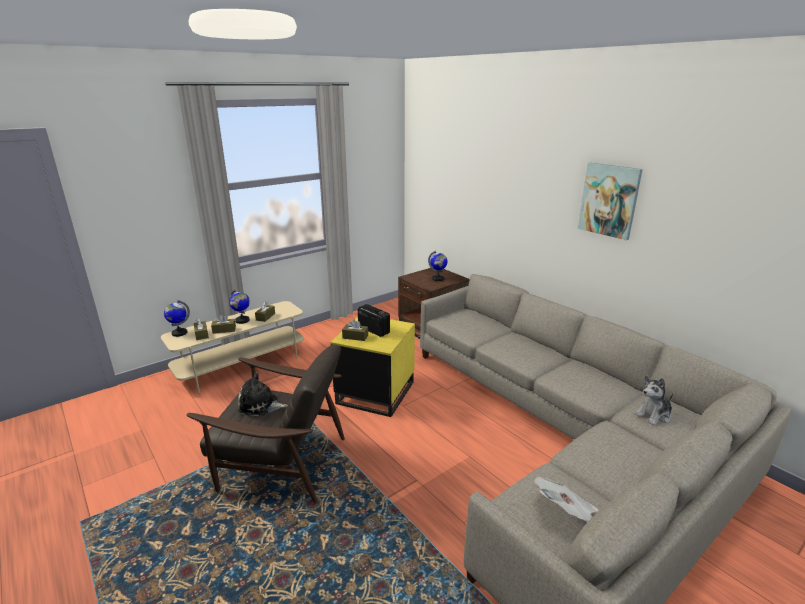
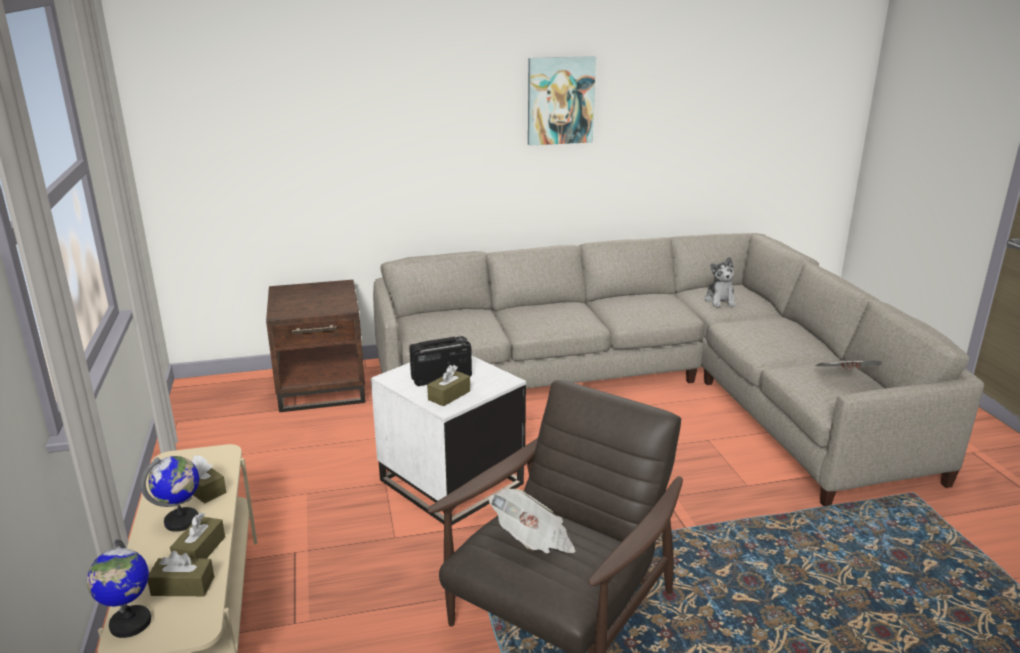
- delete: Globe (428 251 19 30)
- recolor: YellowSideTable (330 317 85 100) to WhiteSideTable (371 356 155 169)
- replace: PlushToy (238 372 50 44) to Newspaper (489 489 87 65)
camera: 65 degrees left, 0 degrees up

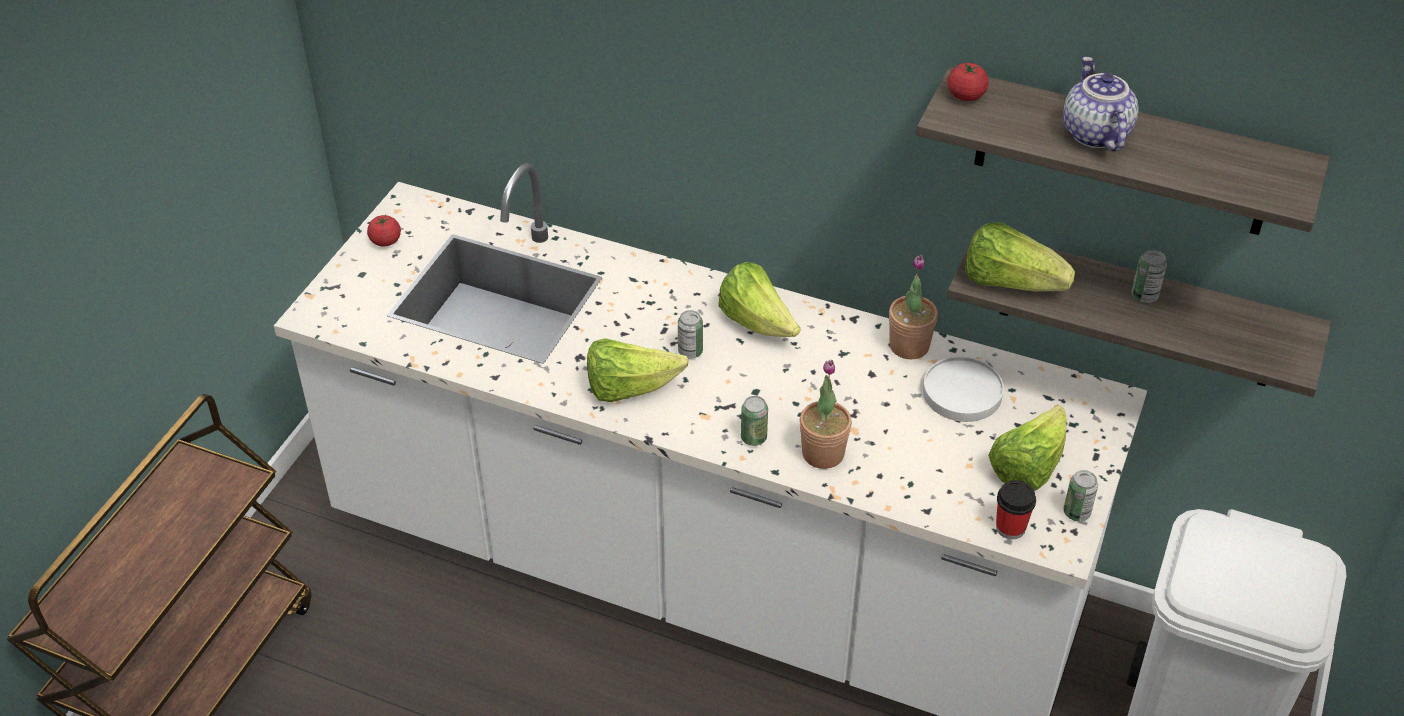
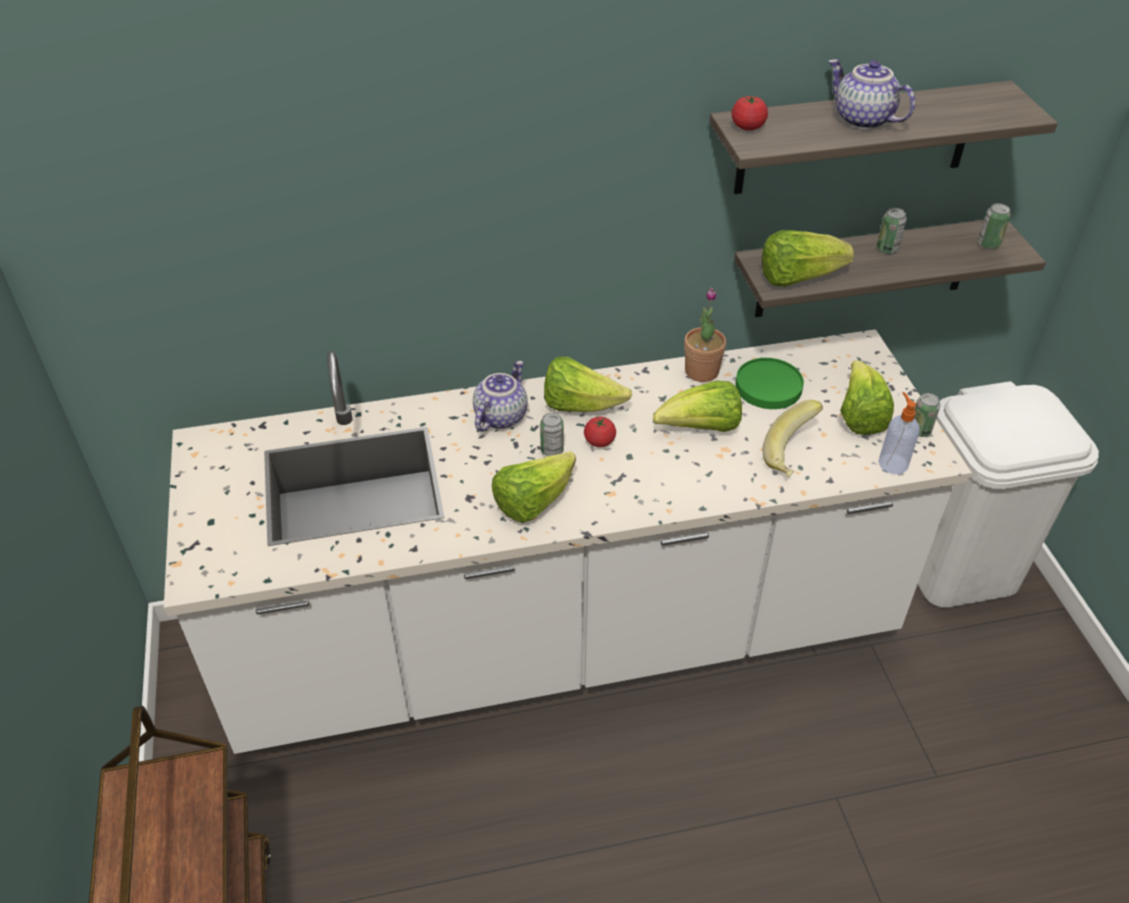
- move: Tomato (367 214 34 33) to (584 417 32 30)
- recolor: WhitePlate (923 357 81 65) to GreenPlate (735 358 69 51)
- delete: PottedPlant (800 360 52 109)
- move: Can (741 396 27 50) to (978 203 33 46)
- replace: Cup (996 480 40 59) to SoapDispenser (878 392 42 82)
- insert: Teapot (473 361 55 70)
- insert: Lettuce (653 381 89 51)
- insert: Banana (763 400 60 77)
camera: 35 degrees left, 0 degrees up

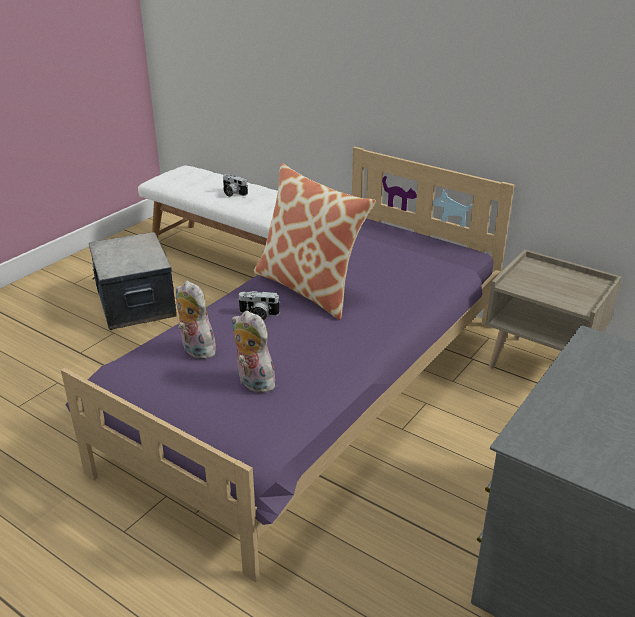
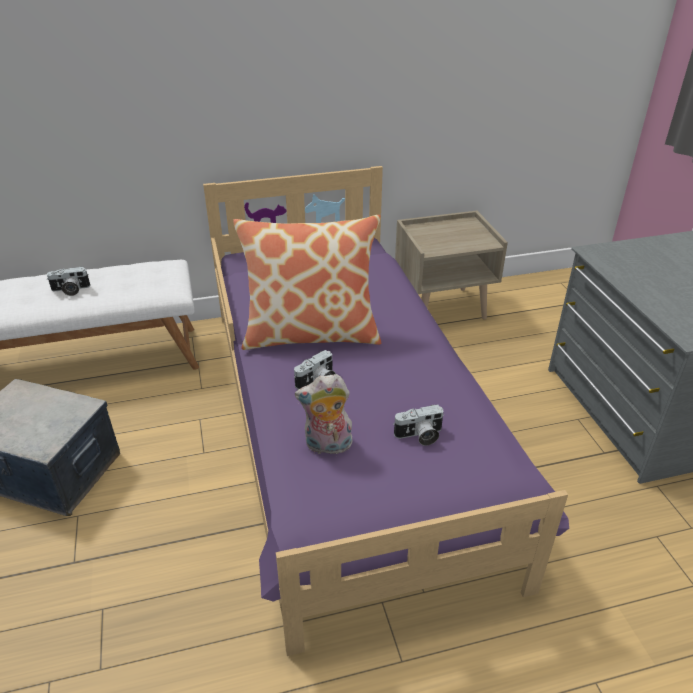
- replace: PlushToy (232 311 45 82) to PhotoCamera (393 405 51 41)
camera: 50 degrees left, 5 degrees up

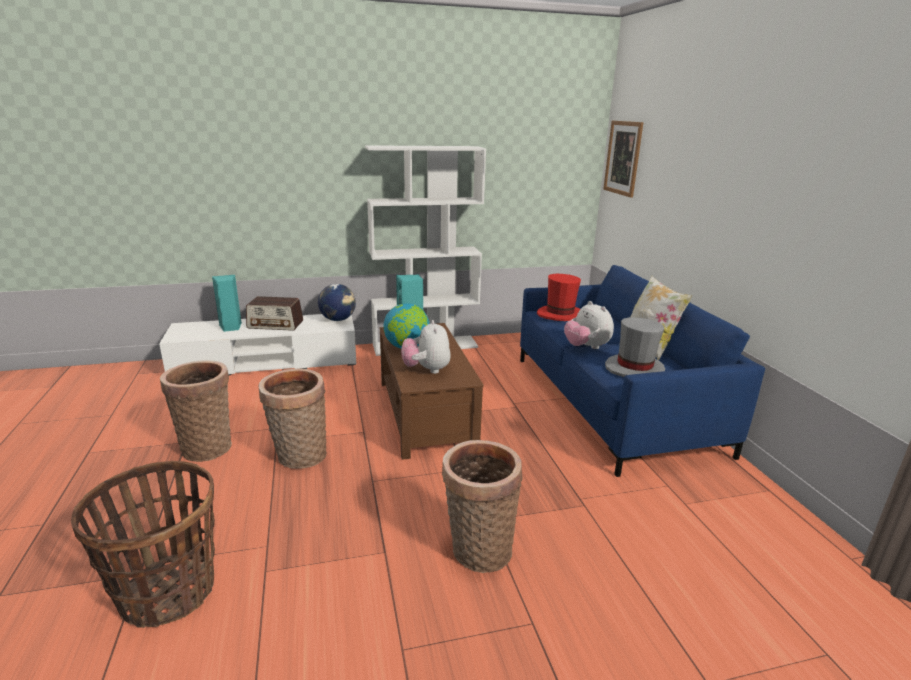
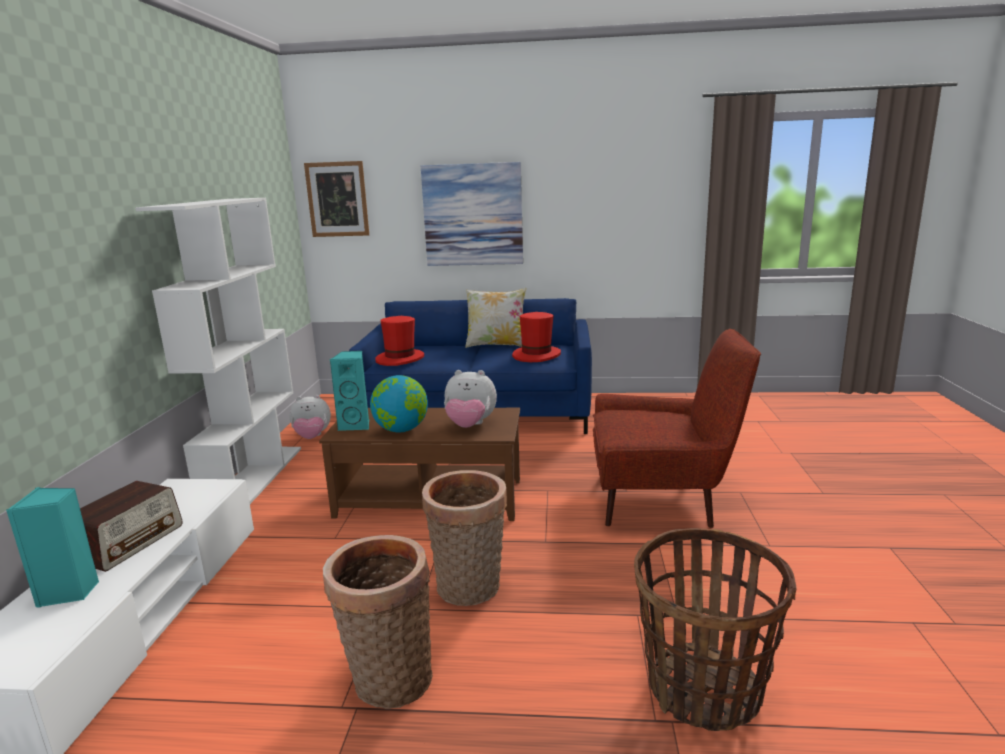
- delete: Globe (318 284 38 37)
- move: PlushToy (564 301 50 48) to (289 395 42 44)
- recolor: GreyHat (605 317 60 60) to RedHat (512 312 49 50)
- replace: Basket (442 440 81 133) to RedArmchair (593 329 168 199)
- insert: Picture (421 162 102 104)
camera: 70 degrees left, 5 degrees down

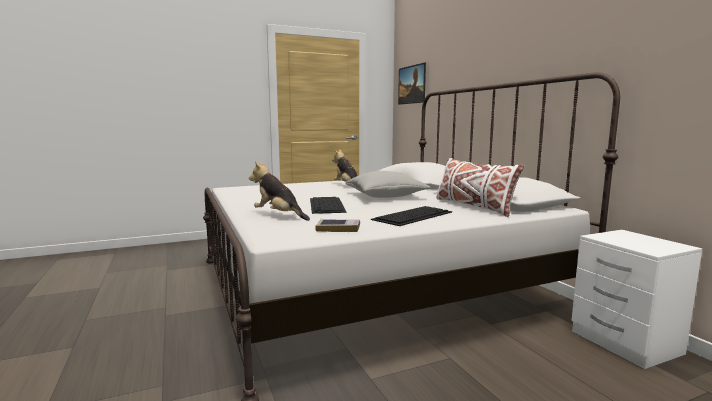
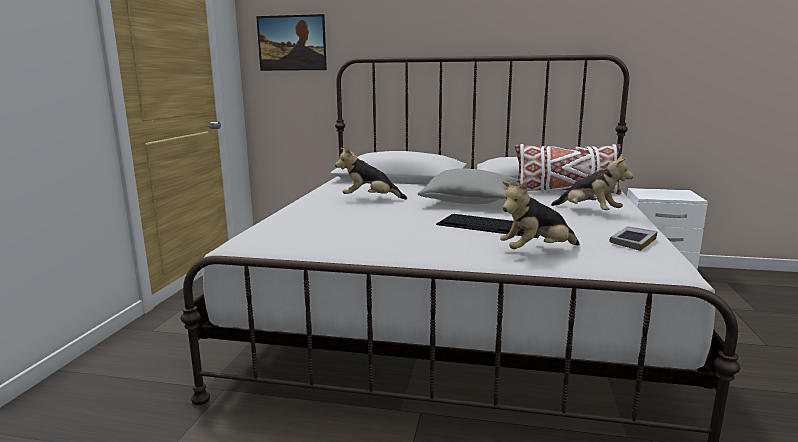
- replace: Keyboard (371 206 81 20) to PlushToy (551 154 82 56)
camera: 55 degrees left, 5 degrees up

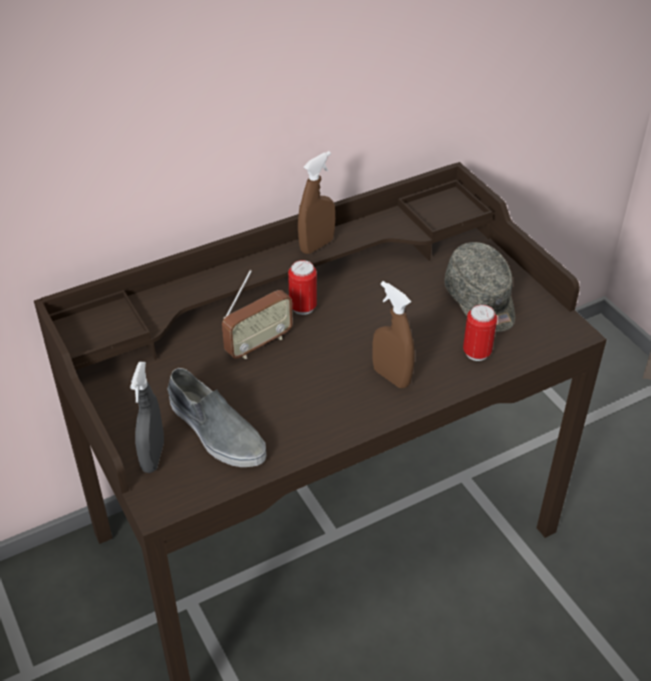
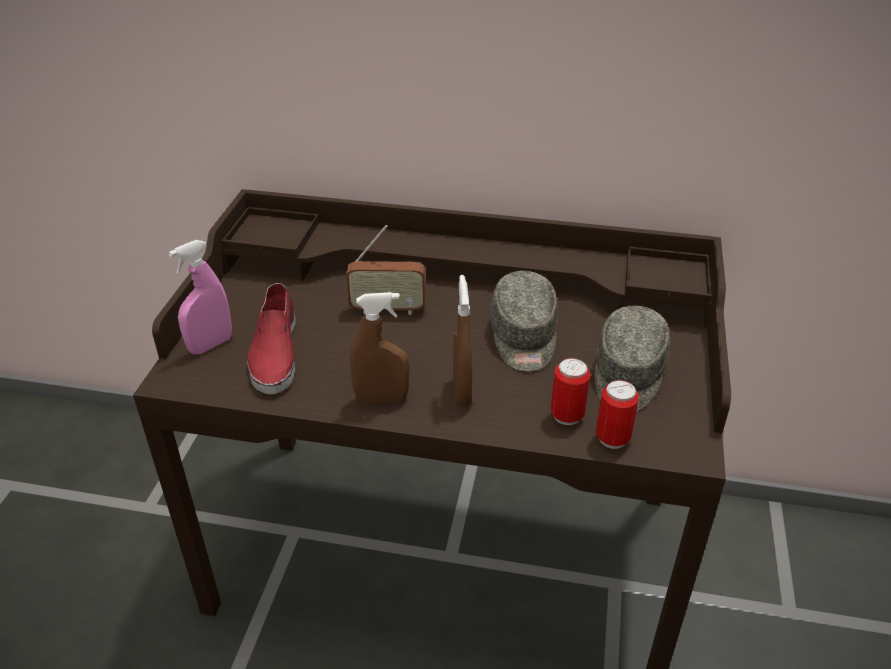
- move: BrownSprayBottle (298 151 37 103) to (350 292 60 112)
- move: Can (288 260 29 55) to (596 380 43 69)
- recolor: GreySprayBottle (130 361 34 112) to PinkSprayBottle (169 240 63 115)
- recolor: GreyShoe (167 368 99 99) to RedShoe (247 283 49 111)
- insert: GreyCap (490 271 67 101)
camera: 40 degrees right, 5 degrees down

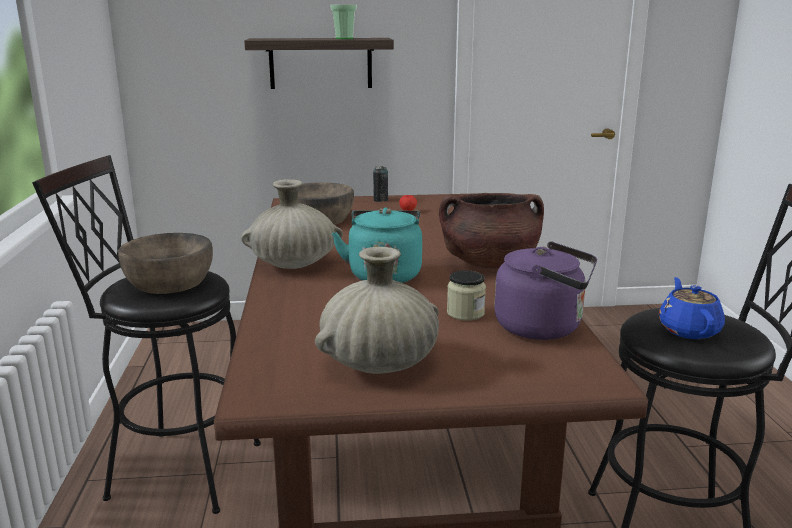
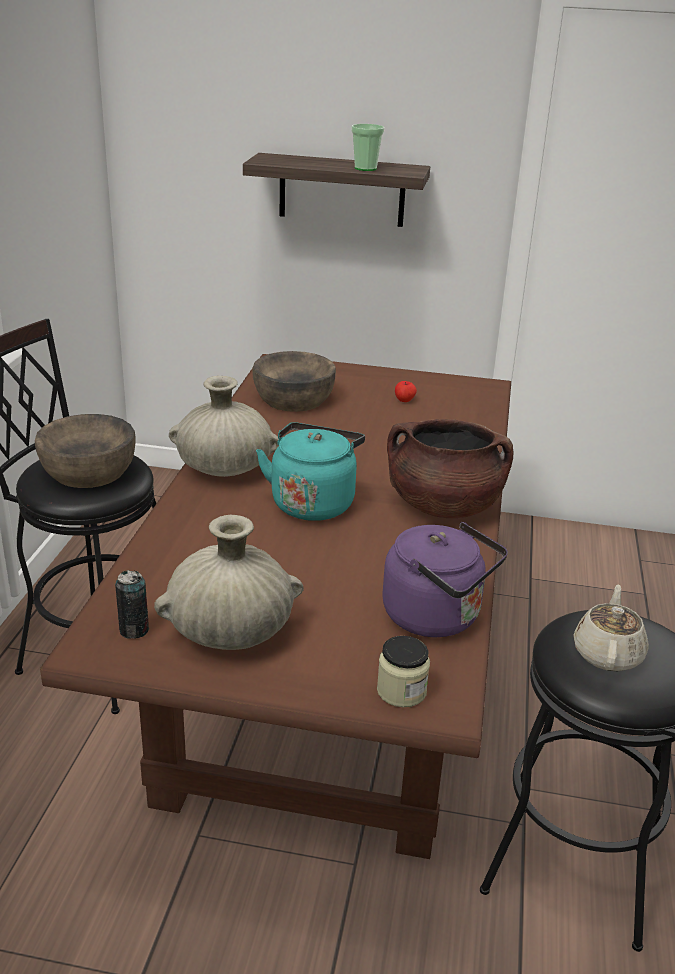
- move: Can (373 166 15 36) to (115 570 34 69)
- move: Jar (447 270 39 51) to (377 636 53 71)
- recolor: BlueTeapot (659 277 66 62) to BeigeTeapot (574 584 75 88)
camera: 15 degrees right, 10 degrees up

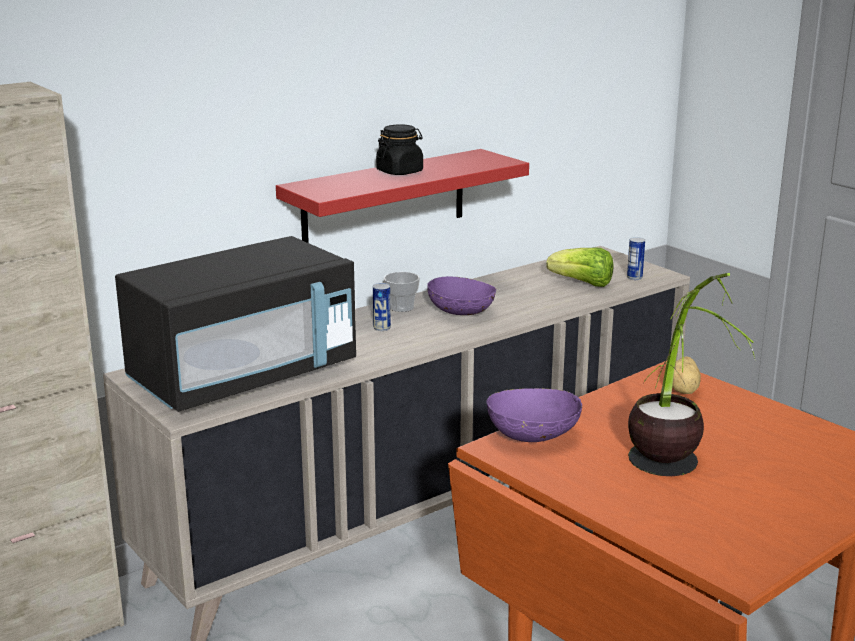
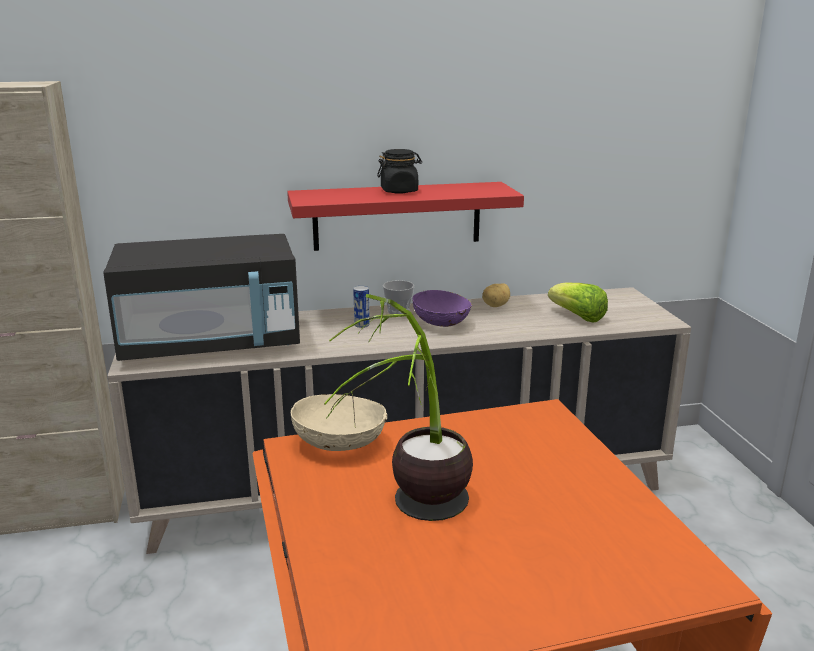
- delete: Can (627 237 18 43)
- move: Potato (672 356 29 38) to (482 283 28 24)
- recolor: PurpleBowl (486 388 96 54) to BeigeBowl (291 394 96 57)
camera: 25 degrees right, 0 degrees up

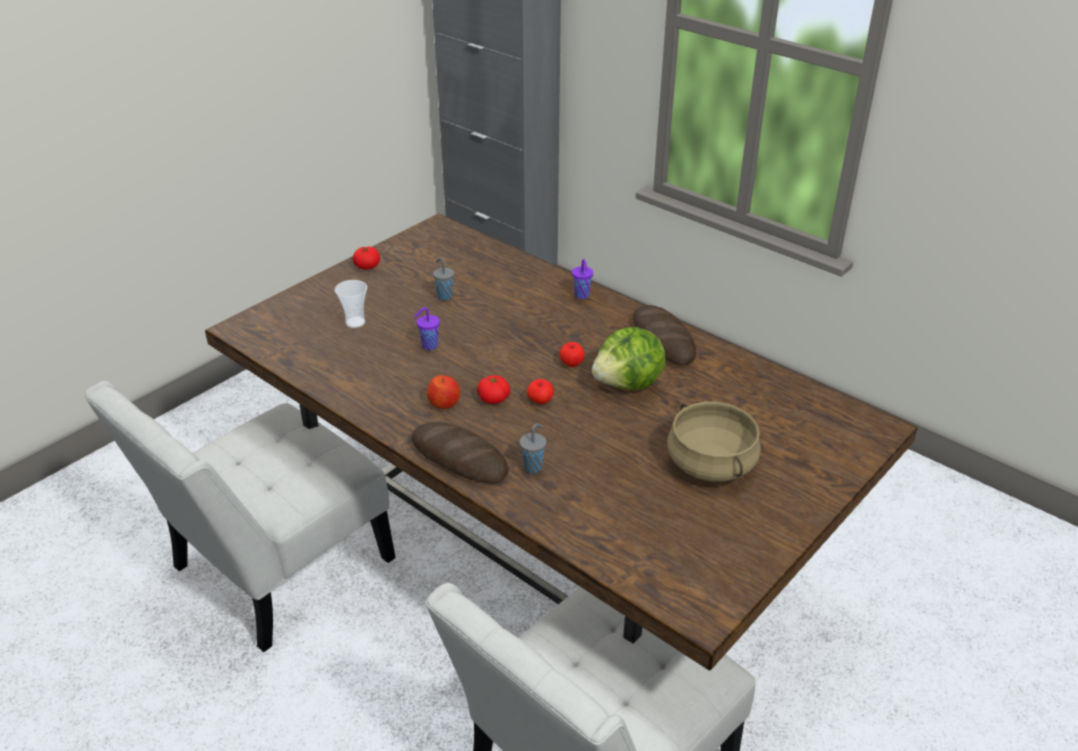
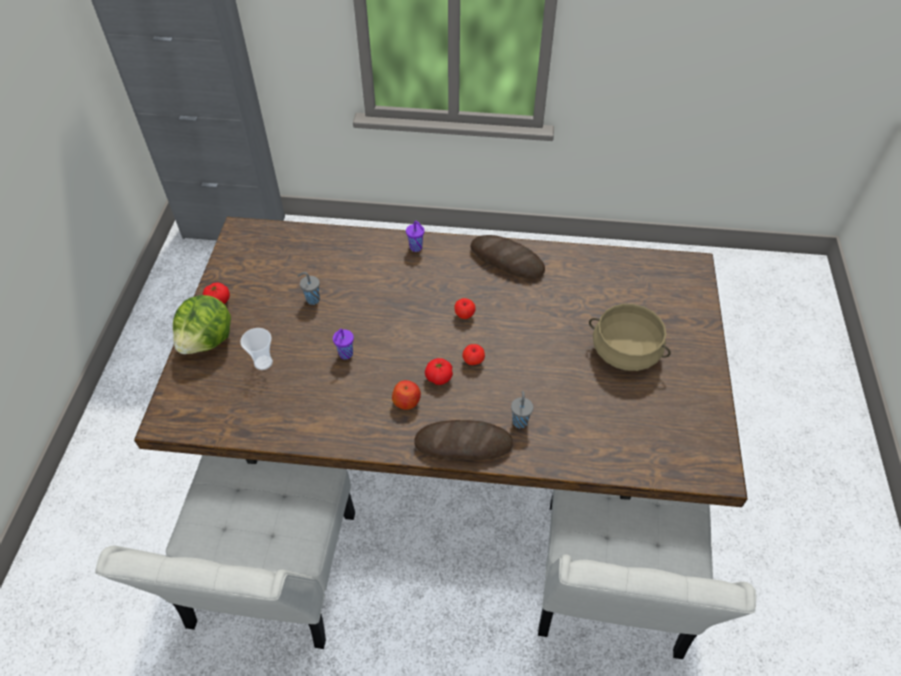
- move: Lettuce (592 327 74 63) to (173 295 58 59)
camera: 35 degrees left, 15 degrees up

